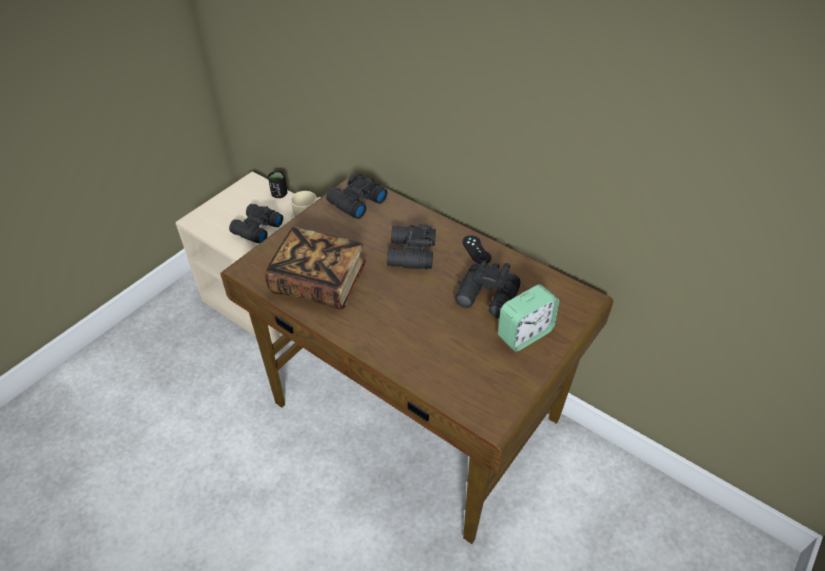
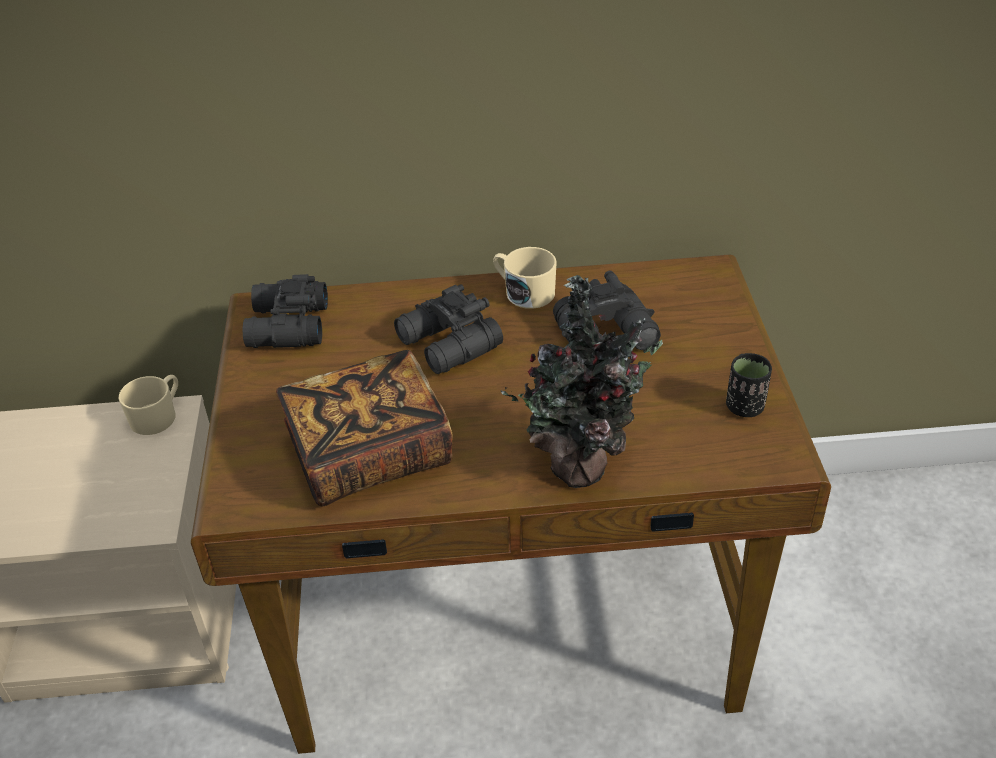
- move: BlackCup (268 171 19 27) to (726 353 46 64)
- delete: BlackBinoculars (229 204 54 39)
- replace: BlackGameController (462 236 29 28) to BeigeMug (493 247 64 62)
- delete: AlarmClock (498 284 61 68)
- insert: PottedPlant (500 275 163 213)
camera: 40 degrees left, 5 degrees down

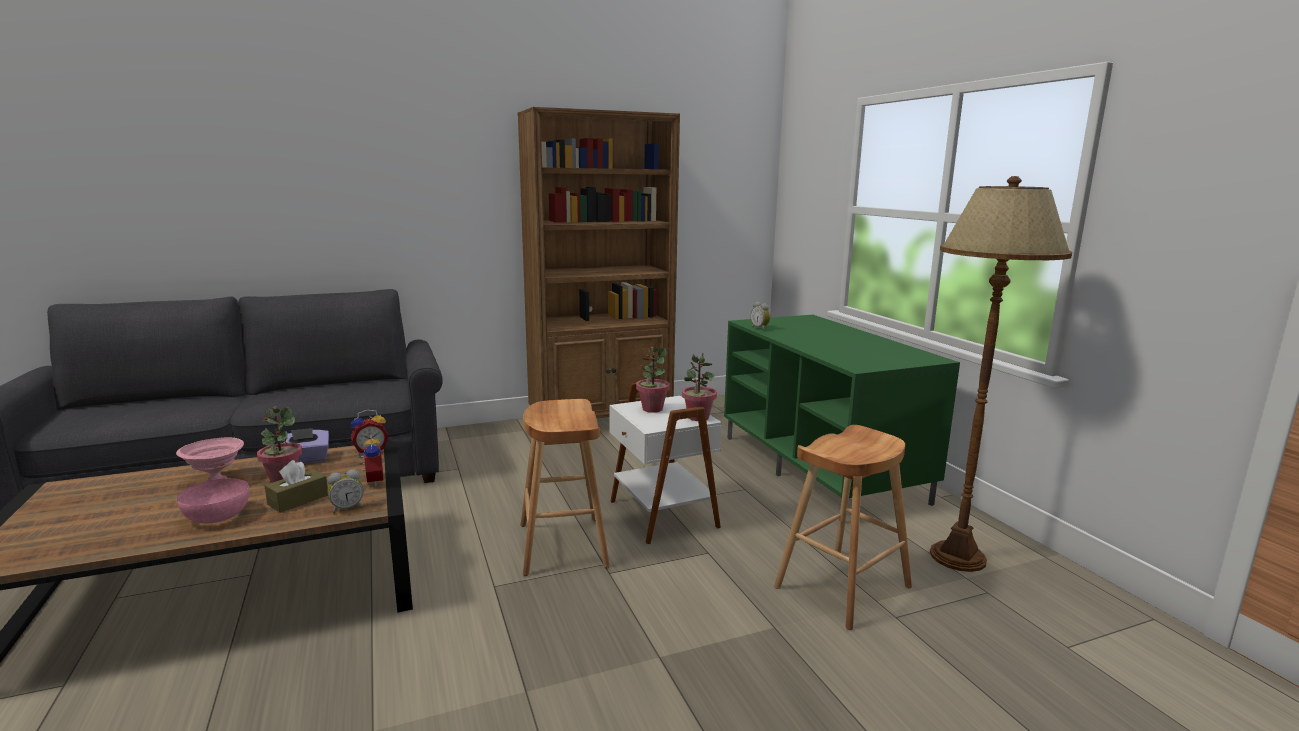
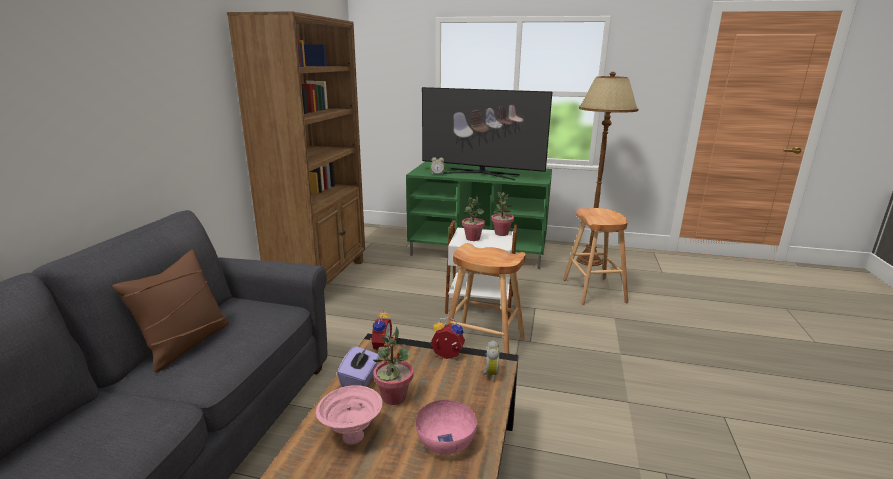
- delete: BrownTissueBox (265 460 63 53)
- insert: Television (422 87 130 93)
- insert: BrownPillow (112 250 117 123)
camera: 55 degrees left, 5 degrees up

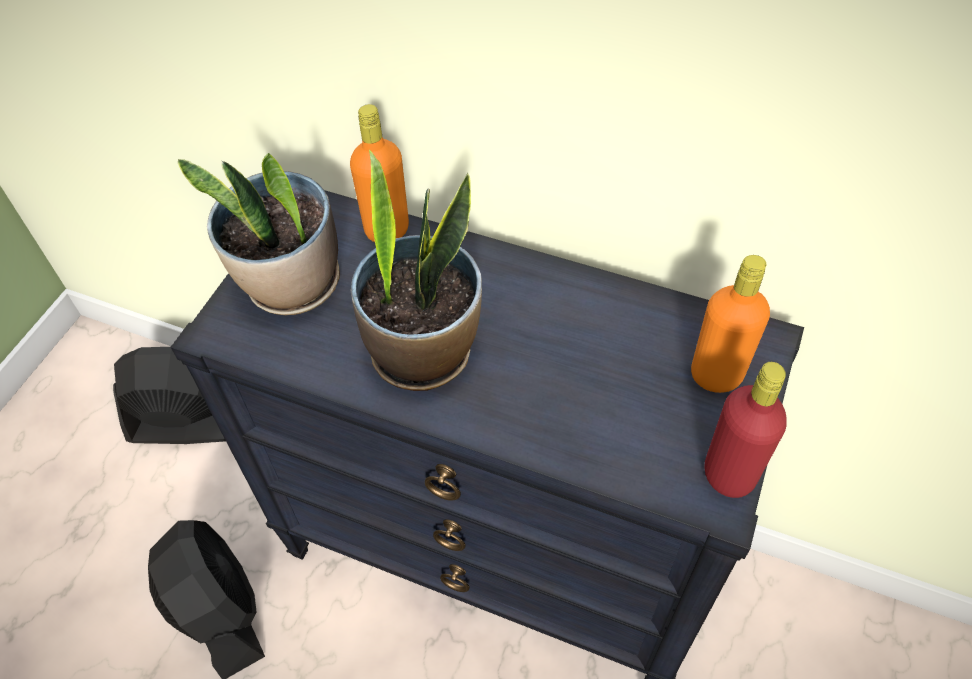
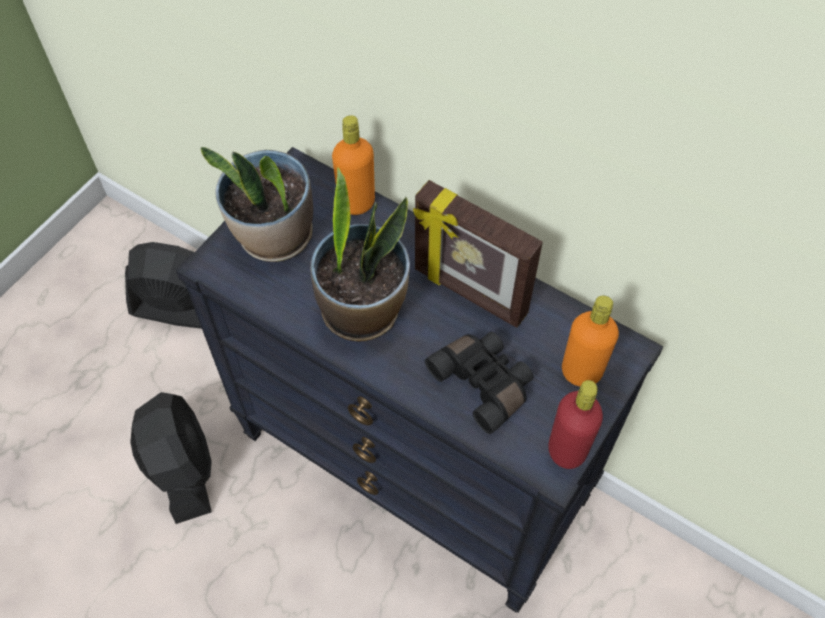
- insert: PictureFrame (413 180 130 148)
- insert: BlackBinoculars (425 332 109 102)
camera: 10 degrees right, 5 degrees up

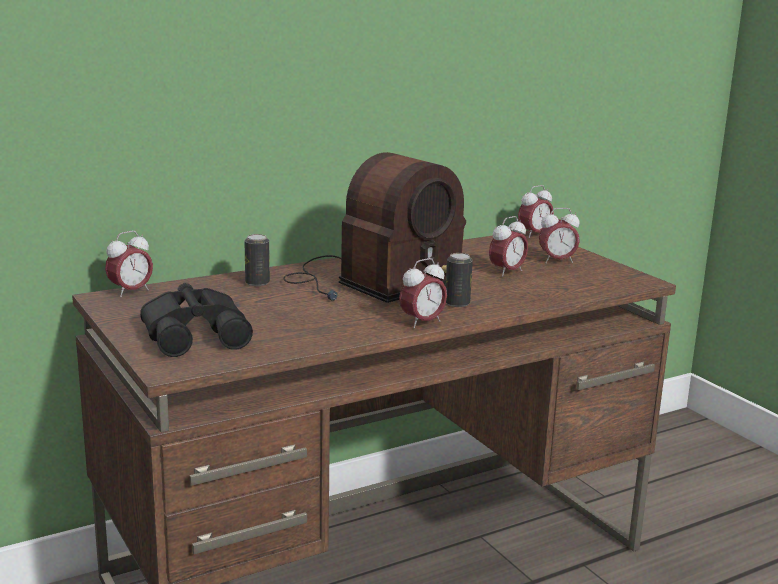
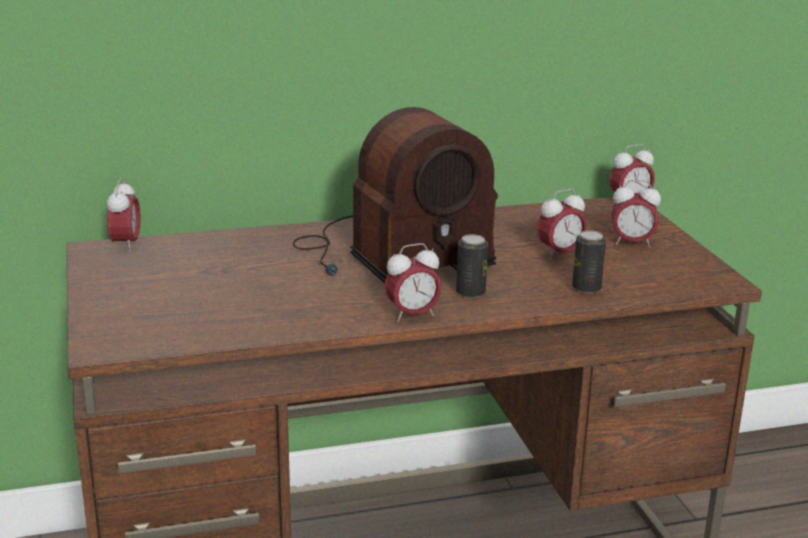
- rotate: AlarmClock (105 231 48 66) = (107 178 34 74) 60 degrees counterclockwise
- move: Can (244 234 26 52) to (572 230 34 64)
- delete: BlackBinoculars (140 283 113 74)
camera: 15 degrees right, 5 degrees up

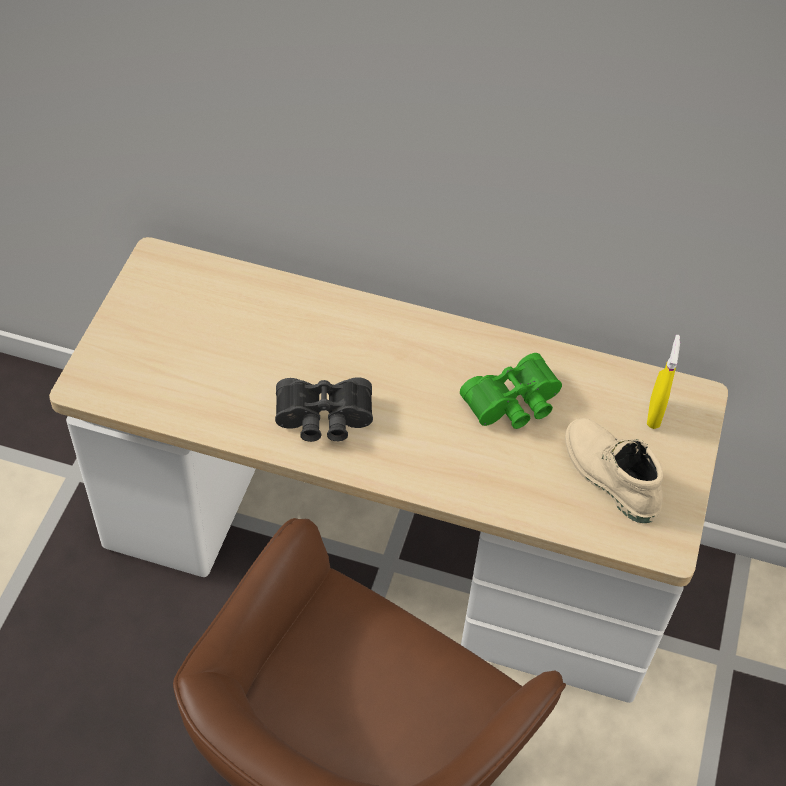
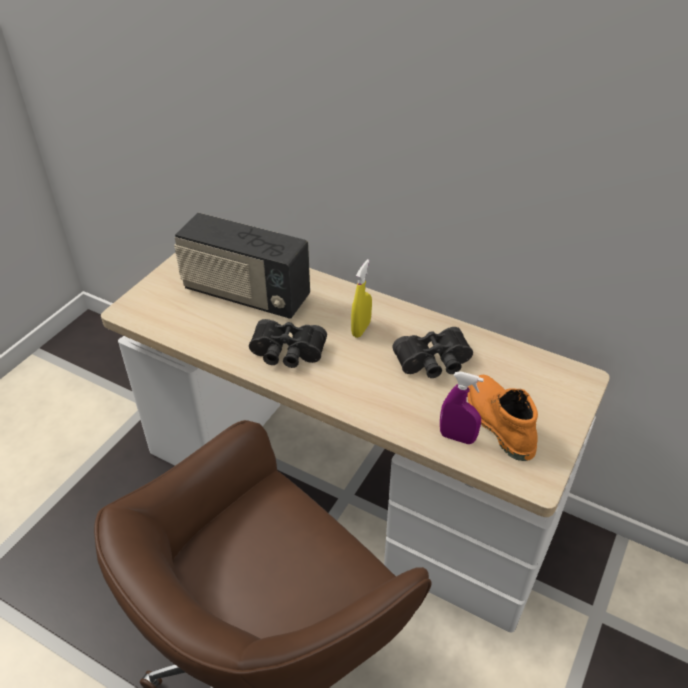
- move: YellowSprayBottle (647 335 33 94) to (351 259 21 79)
- recolor: GreenBinoculars (460 353 102 76) to BlackBinoculars (392 327 81 51)
- recolor: BeigeBoot (565 418 98 105) to OrangeBoot (467 375 71 86)
- insert: Radio (174 213 136 106)
- insert: PurpleSprayBottle (440 371 44 73)
camera: 15 degrees right, 10 degrees down

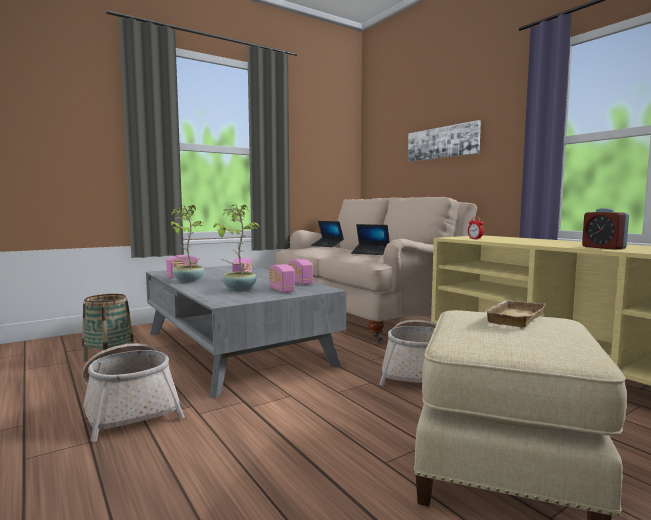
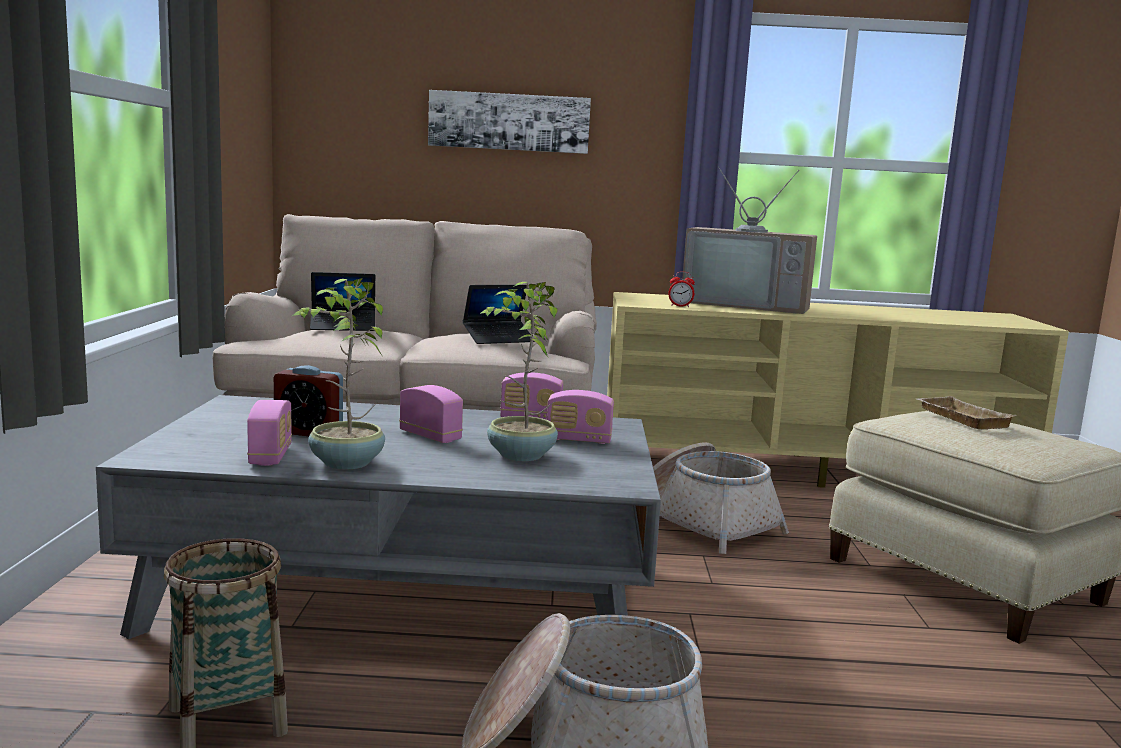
- move: AlarmClock (582 208 47 42) to (274 365 69 71)
- insert: Television (682 166 135 148)
camera: 55 degrees left, 5 degrees up

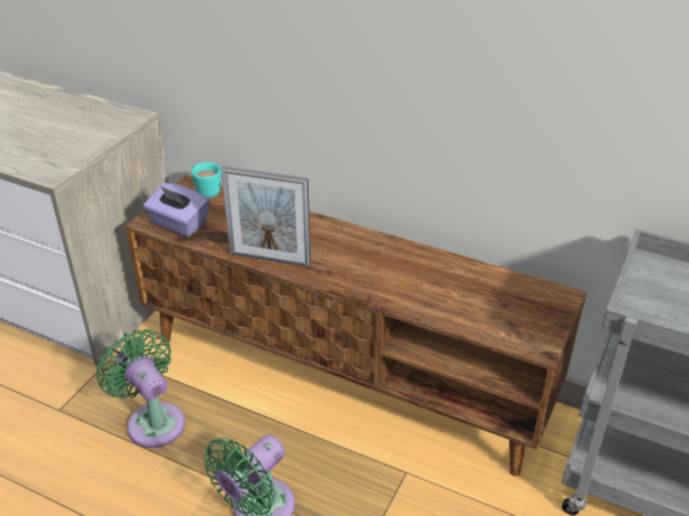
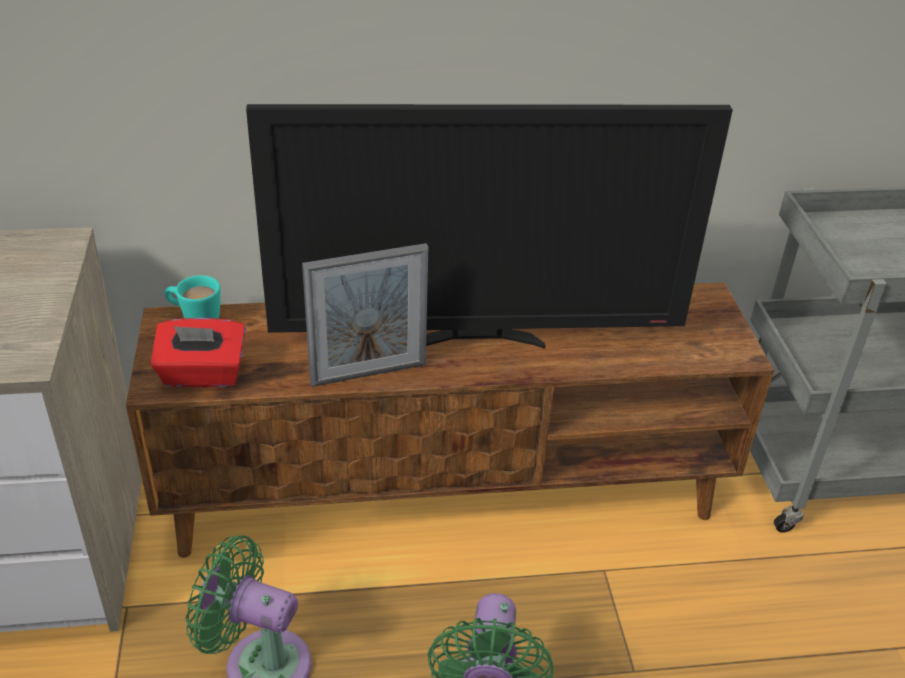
- recolor: PurpleTissueBox (143 183 66 54) to RedTissueBox (150 318 96 69)
- insert: Television (246 104 487 245)
camera: 35 degrees left, 0 degrees up

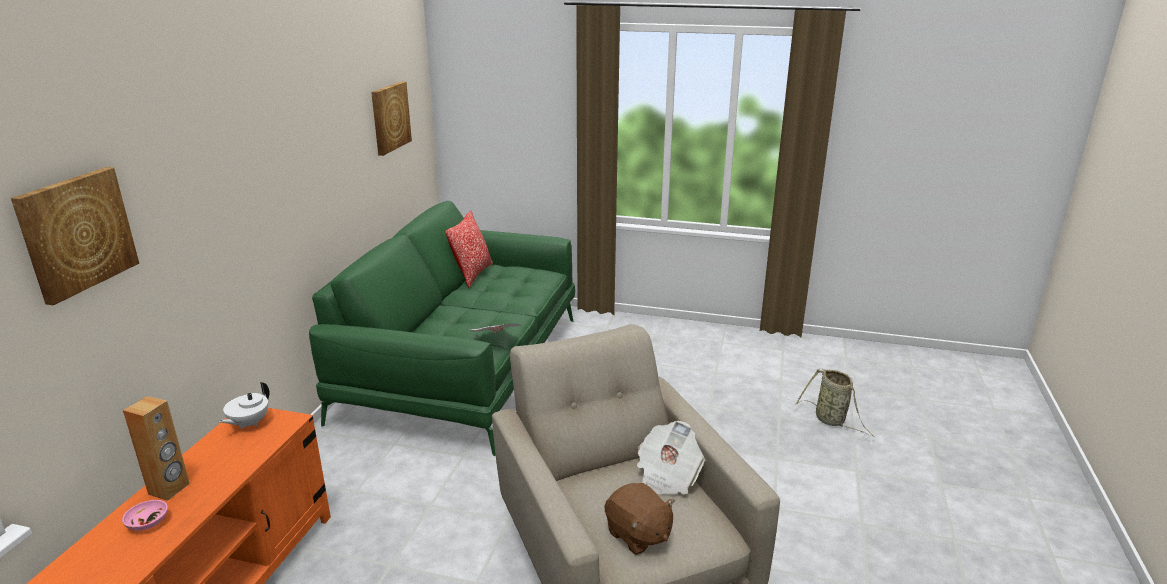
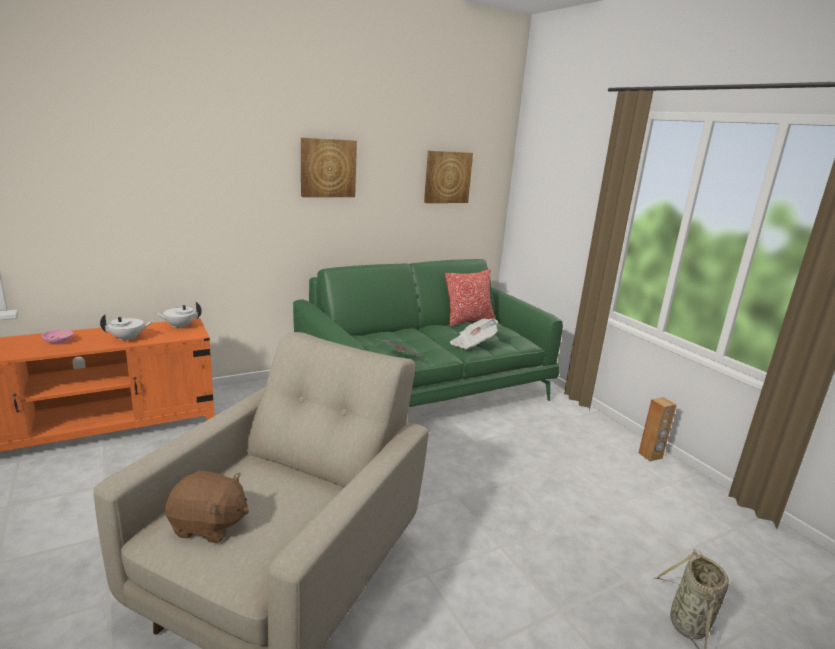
- move: Picture (11 167 128 138) to (301 138 56 59)
- move: BrownSpeaker (123 396 67 105) to (639 397 38 64)
- move: Newspaper (637 421 69 74) to (450 319 48 30)
- rotate: BrownPlushToy (605 483 70 72) = (165 471 84 72) 90 degrees counterclockwise
- insert: WhiteTeapot (100 315 53 27)
camera: 45 degrees right, 5 degrees down

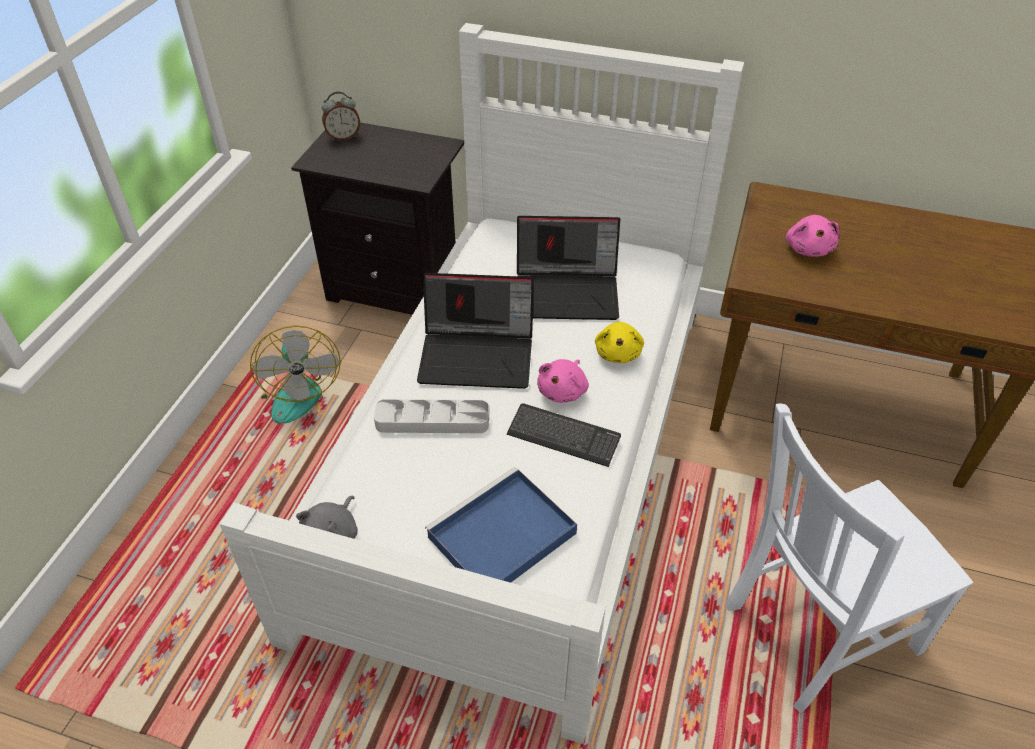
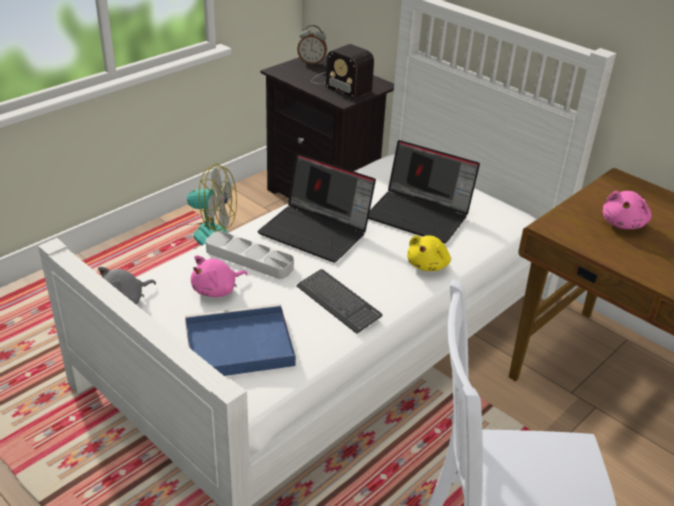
- rotate: Fan (250 325 91 99) = (173 164 64 86) 90 degrees counterclockwise
- move: PinkPlushToy (537 359 52 44) to (191 256 57 41)
- insert: Radio (312 44 62 55)
camera: 25 degrees right, 10 degrees down

